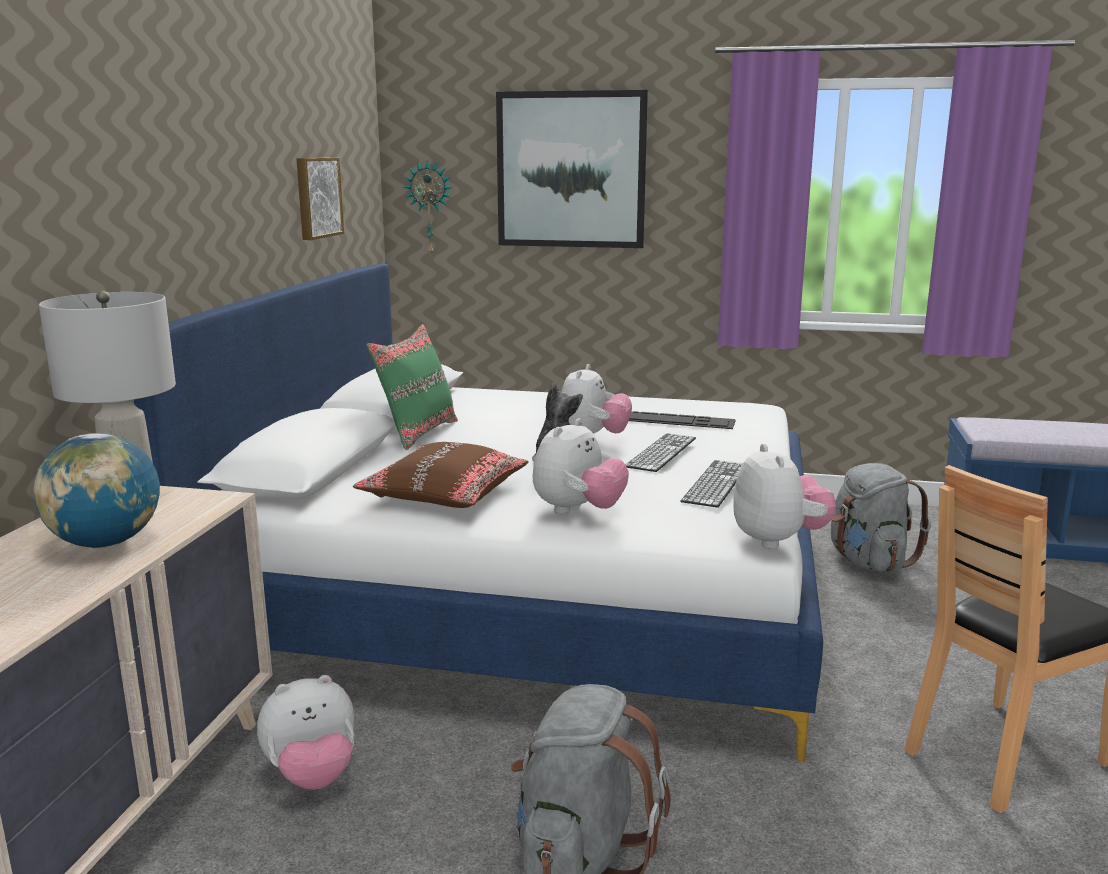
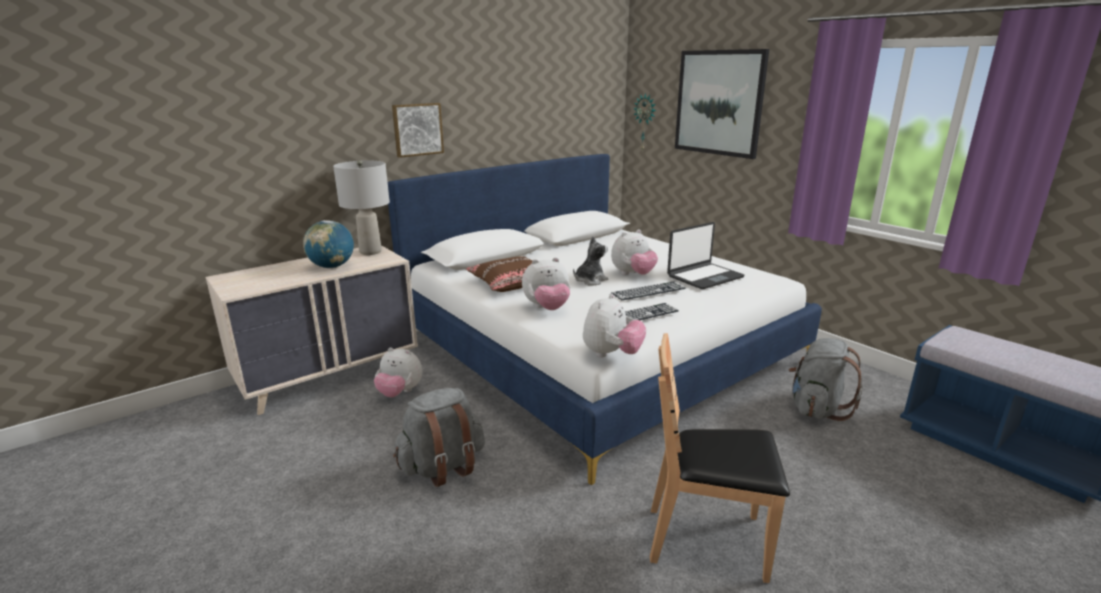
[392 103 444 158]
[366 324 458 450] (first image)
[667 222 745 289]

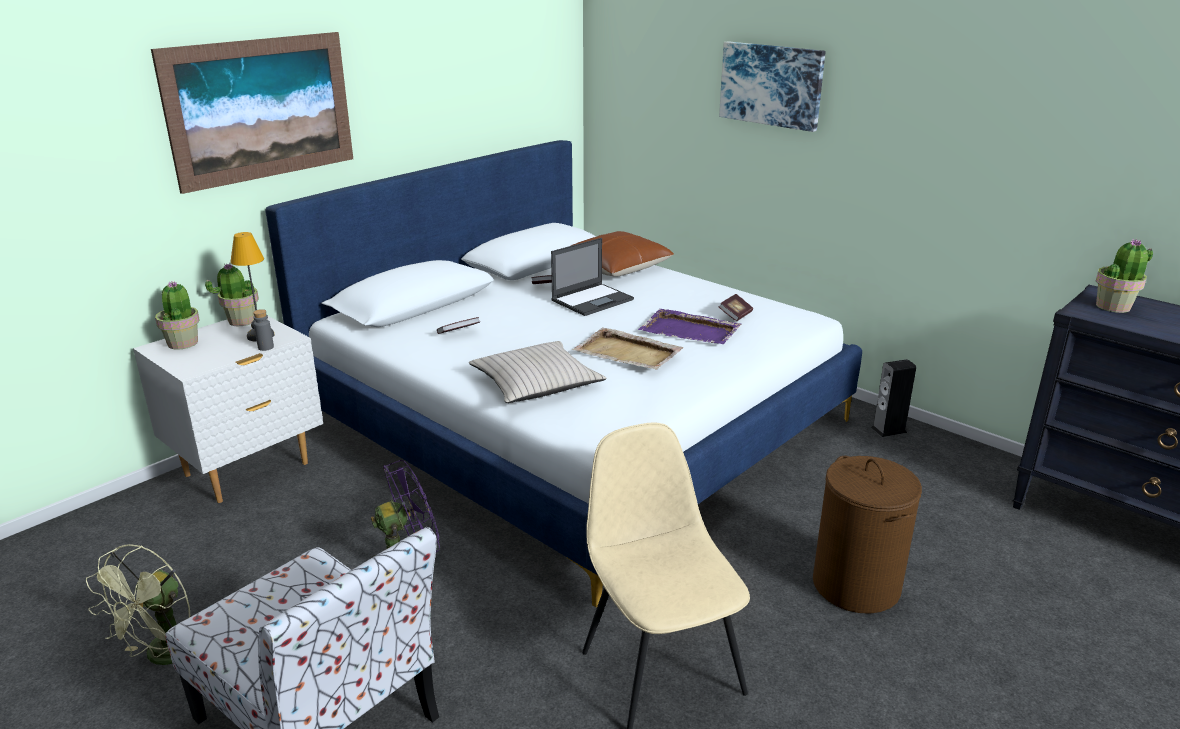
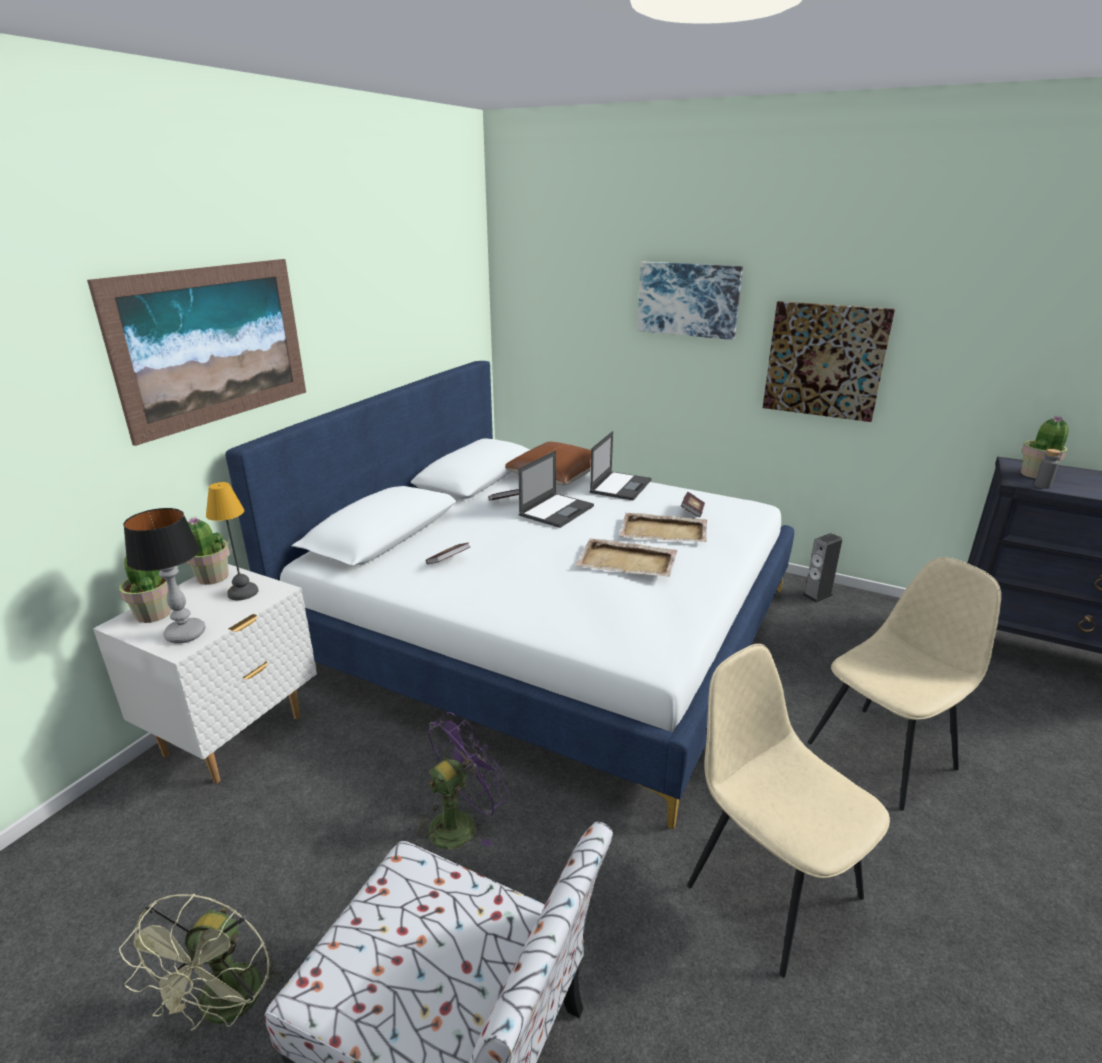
[1034 449 1061 489]
[469 341 607 403] (first image)
[619 513 707 542]
[808 557 1001 810]
[123 508 206 644]
[590 431 651 501]
[763 301 895 422]

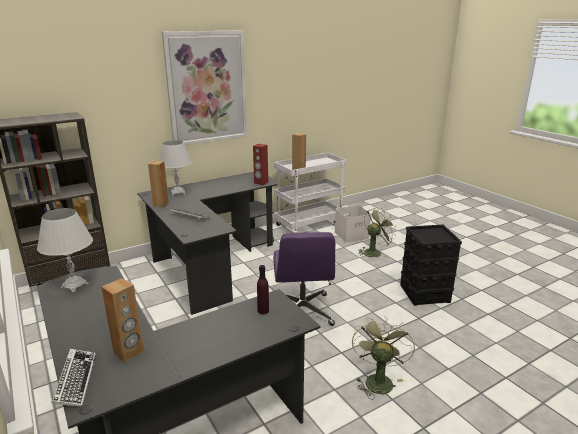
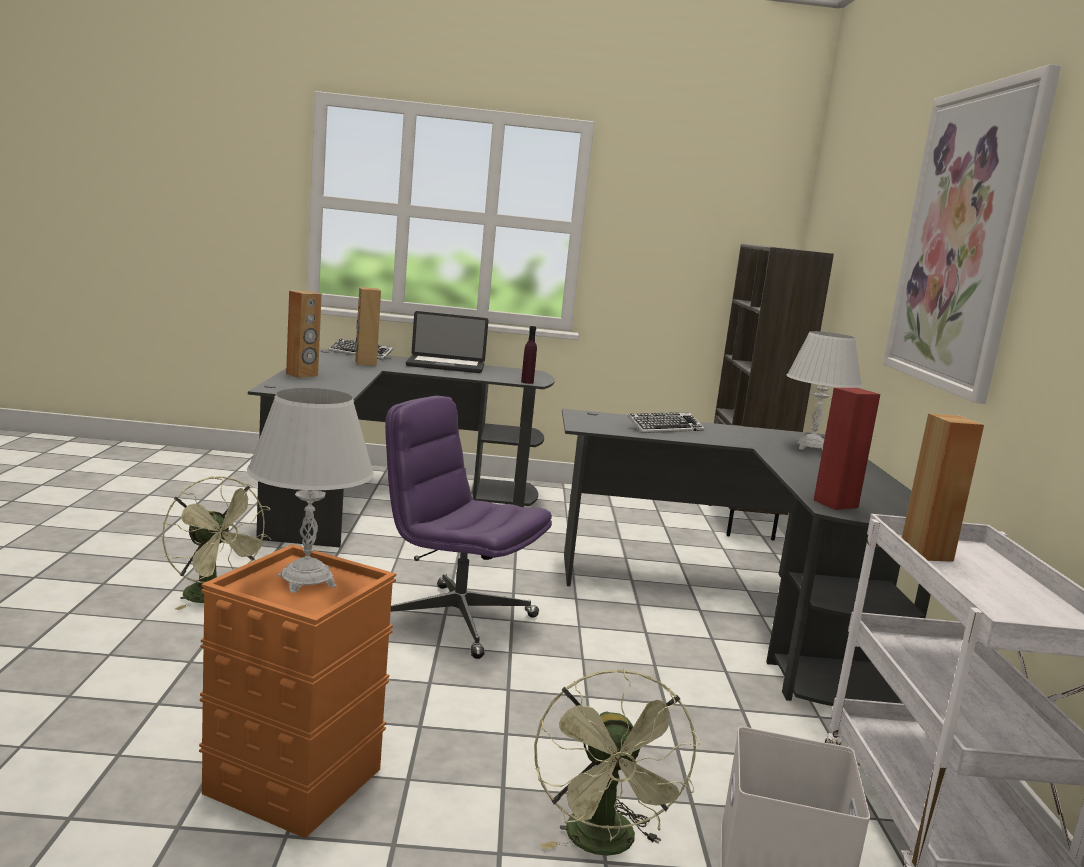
[247 388 374 593]
[286 291 322 378]
[521 326 537 384]
[199 544 396 838]
[406 311 488 373]

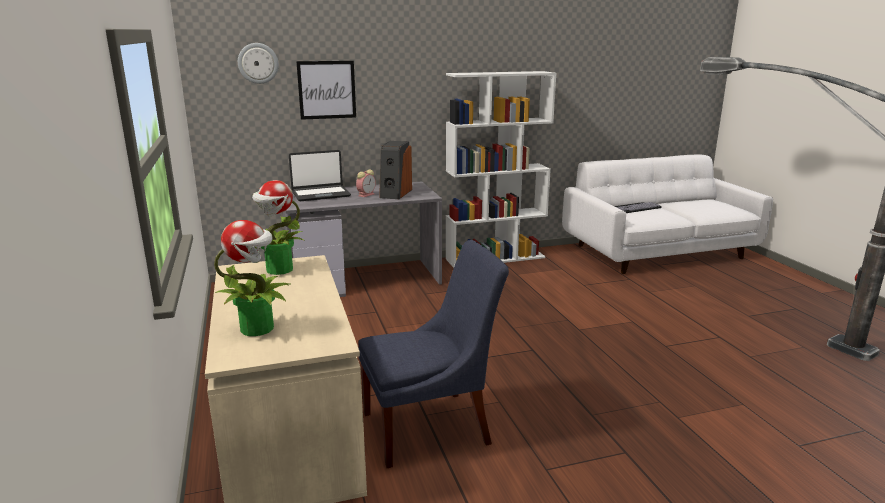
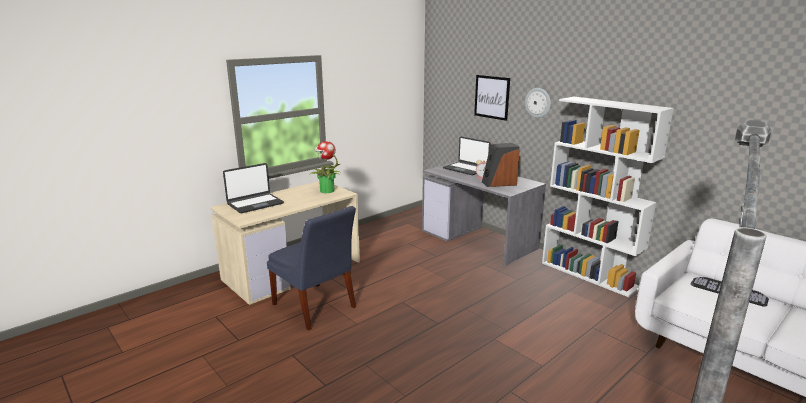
[223 163 284 213]
[525 88 551 118]

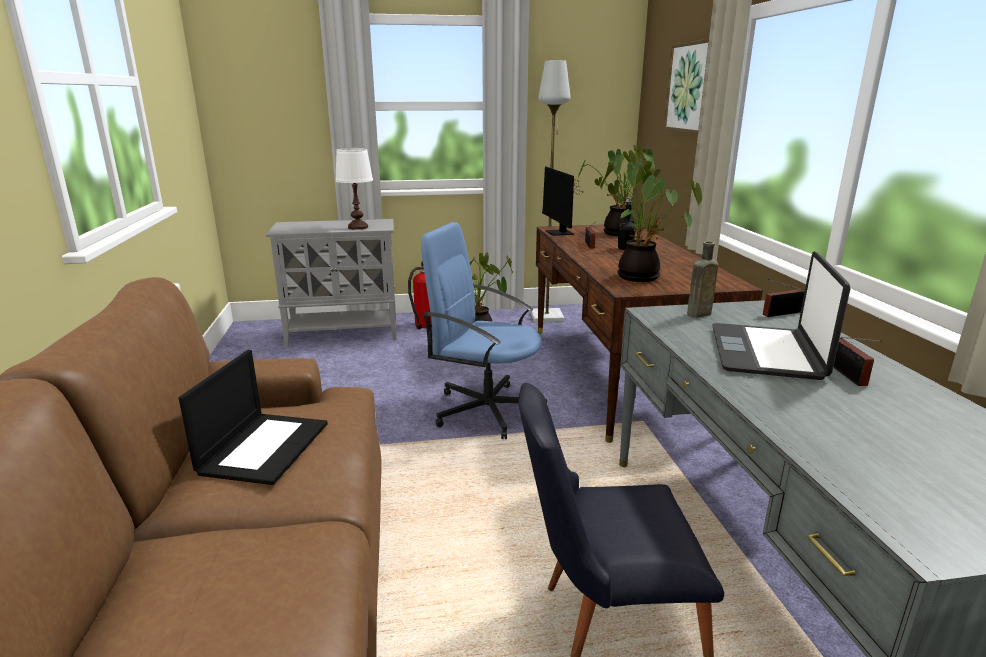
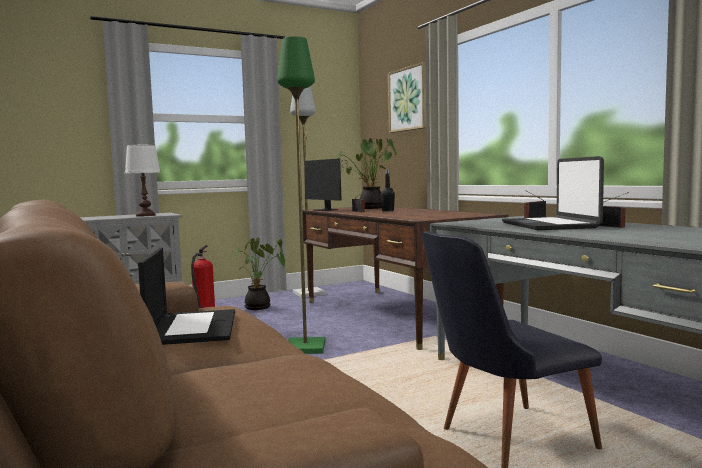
[277 36 326 354]
[600 159 702 282] (first image)
[687 241 718 318] (first image)

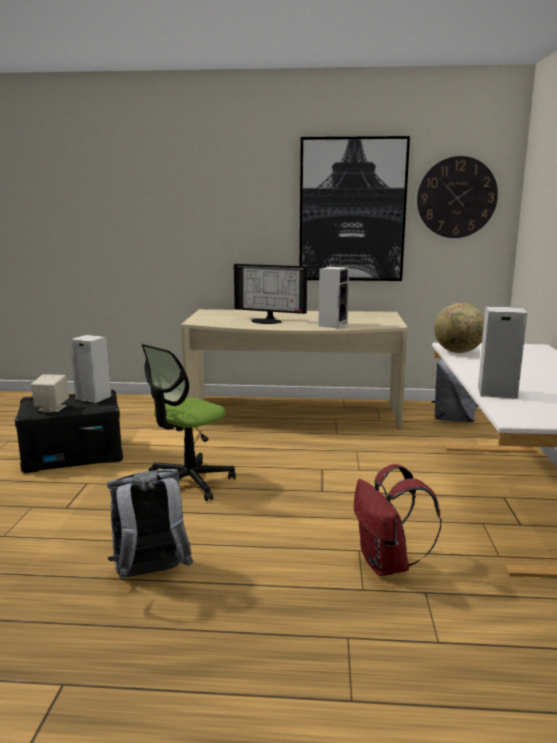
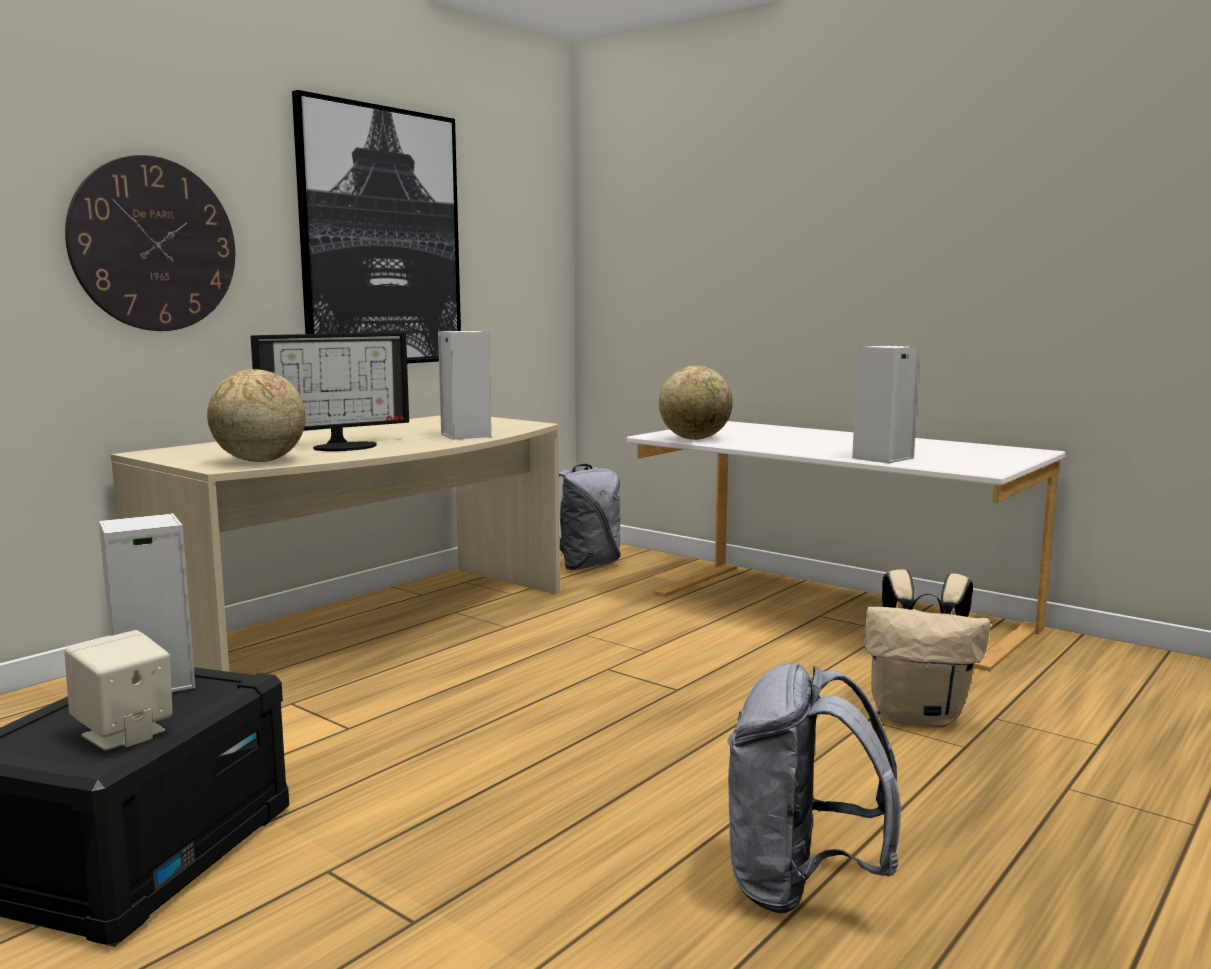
[141 344 236 501] (first image)
[864 569 990 728]
[65 155 235 331]
[207 369 306 462]

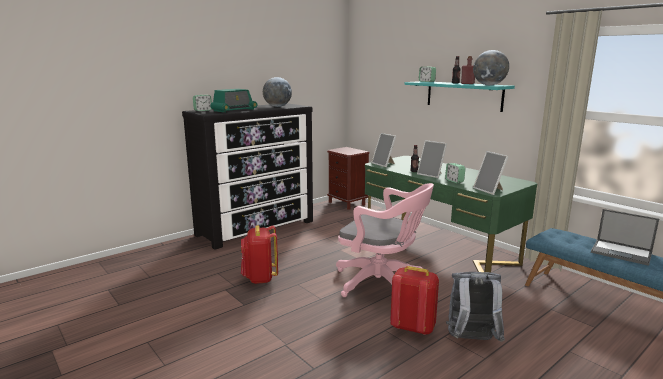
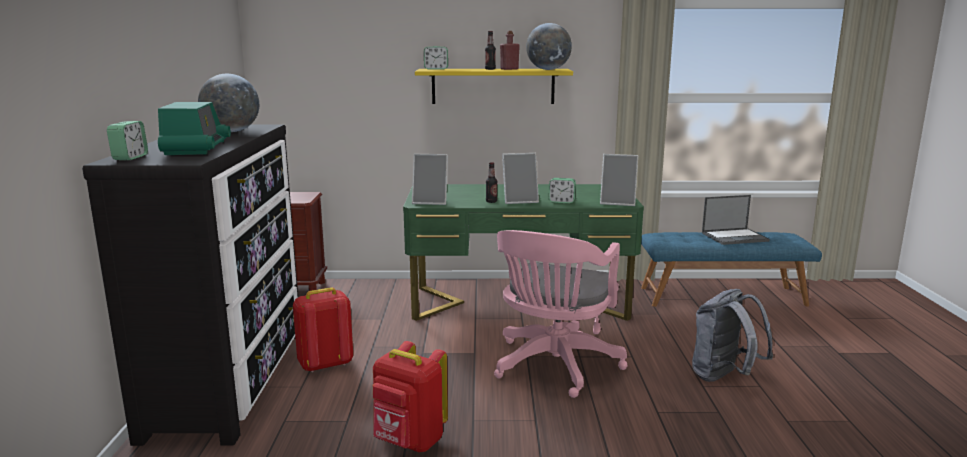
[494 230 628 398]
[293 287 353 372]
[415 69 573 104]

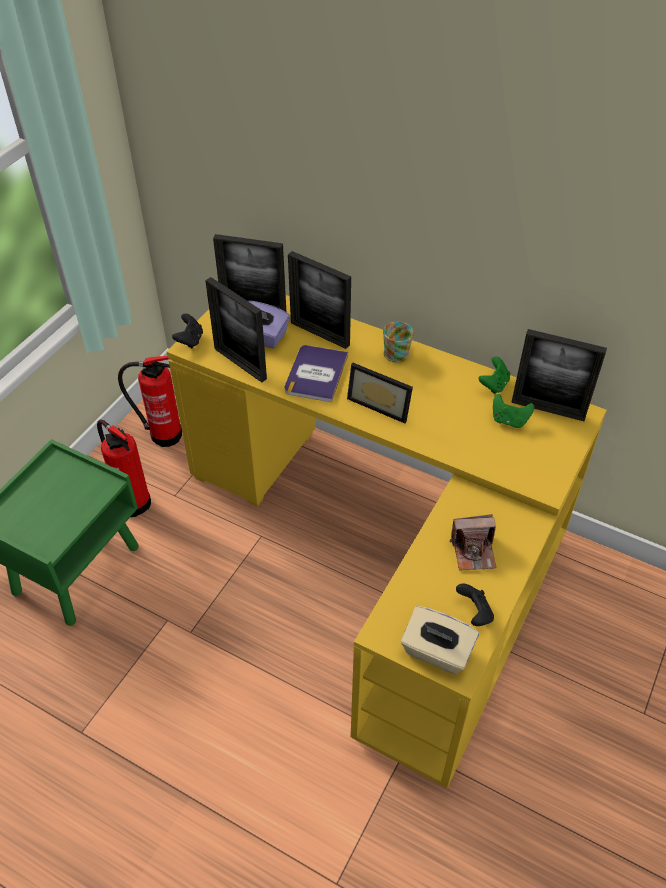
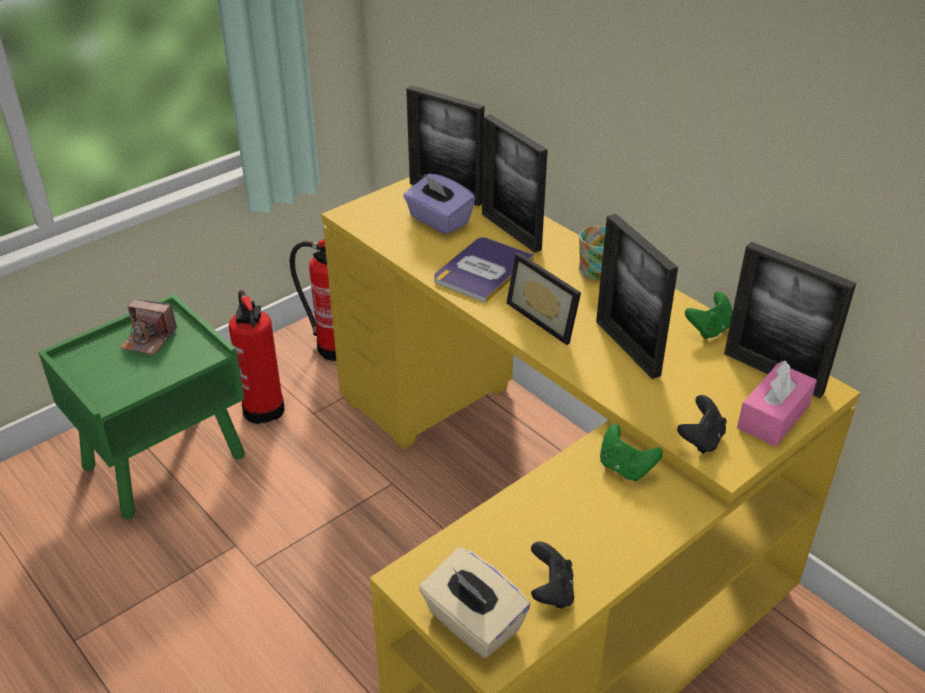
[677 395 727 454]
[596 214 678 379]
[120 299 177 355]
[600 424 663 482]
[737 361 817 447]

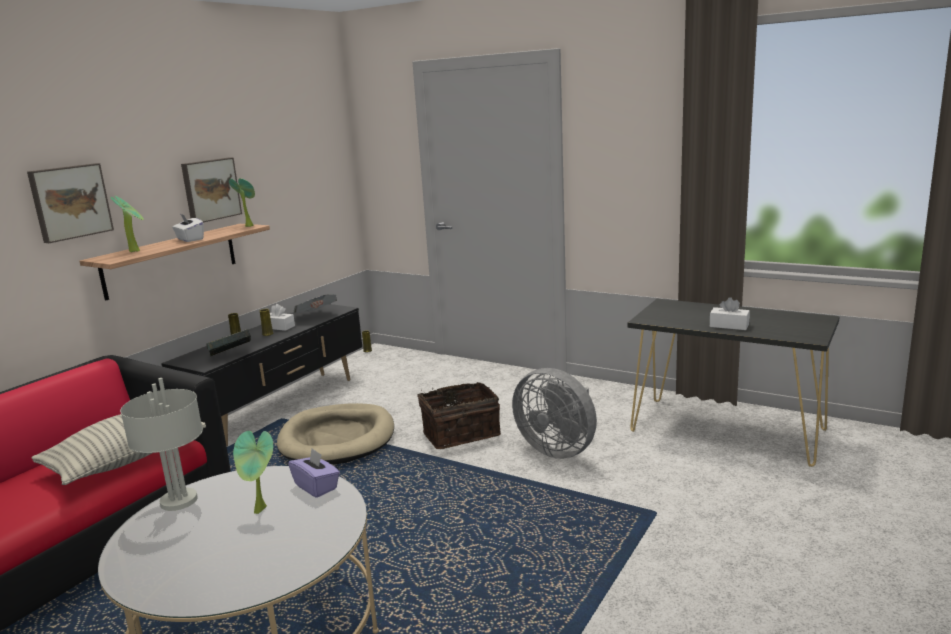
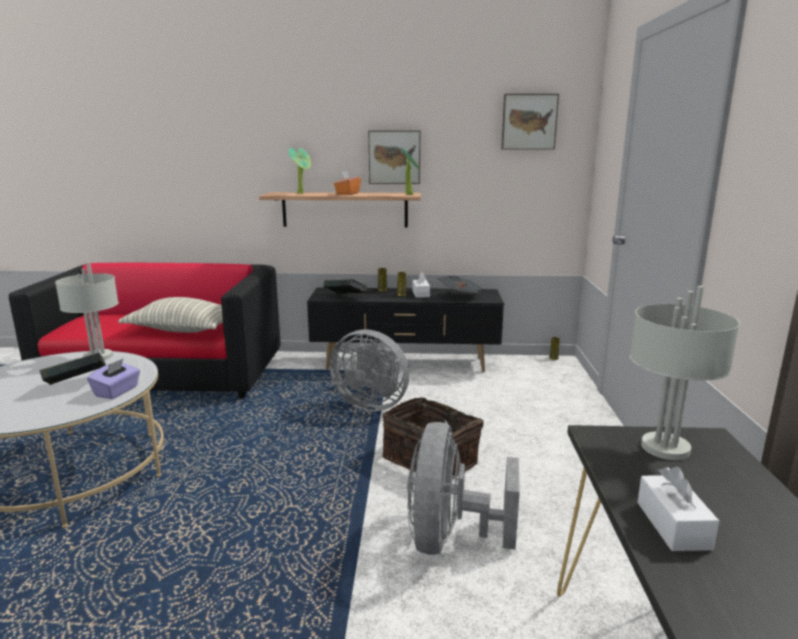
[501 94 559 150]
[334 171 361 195]
[39 352 106 385]
[330 329 409 412]
[630 286 740 460]

